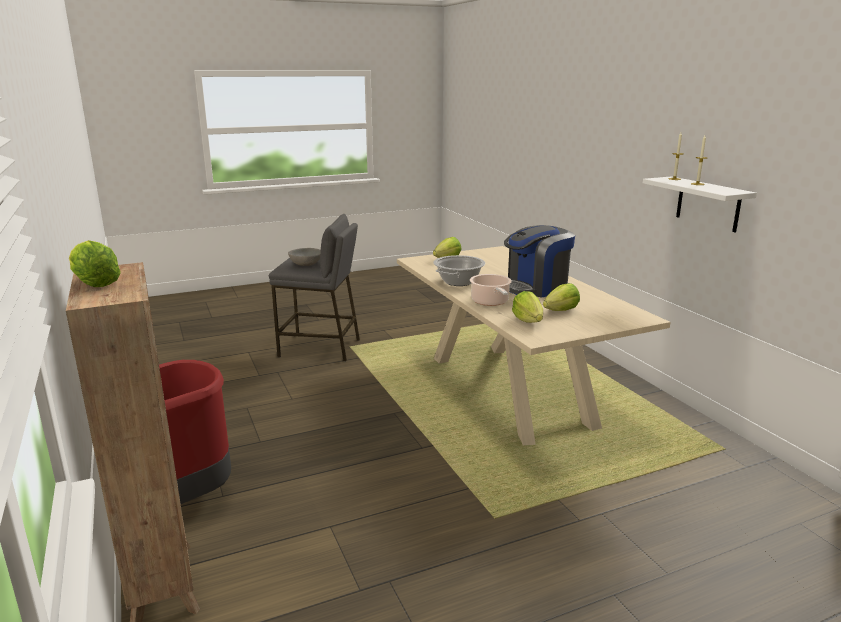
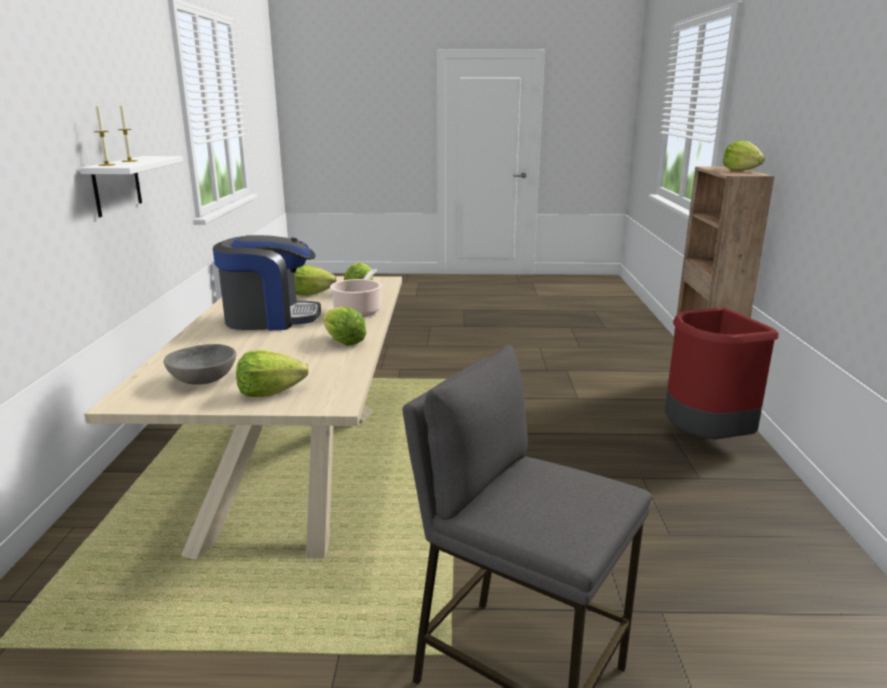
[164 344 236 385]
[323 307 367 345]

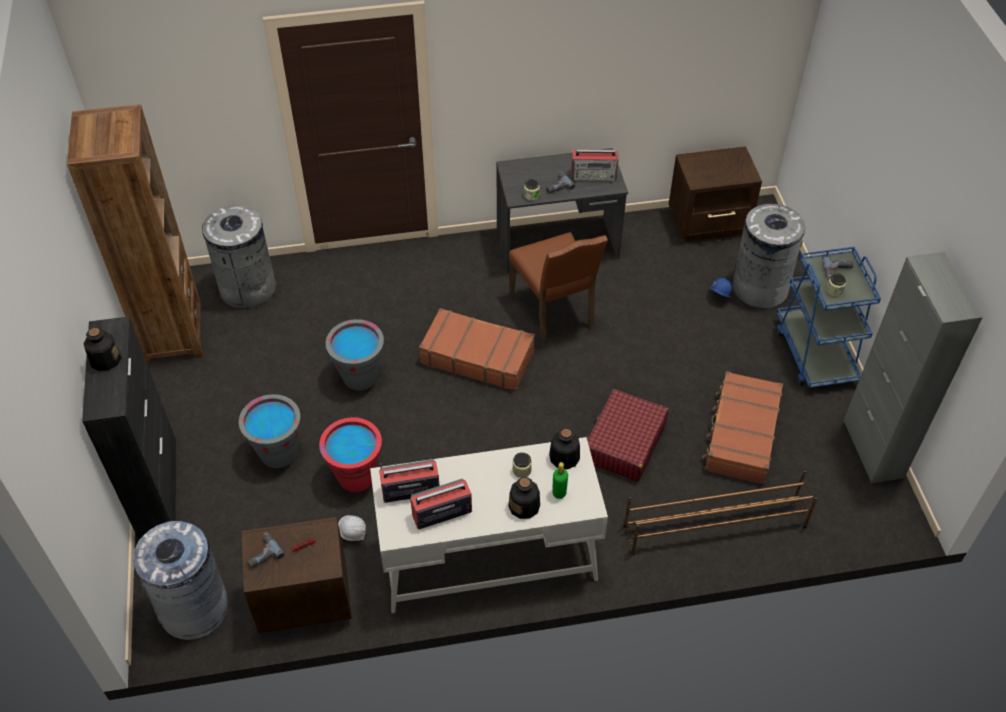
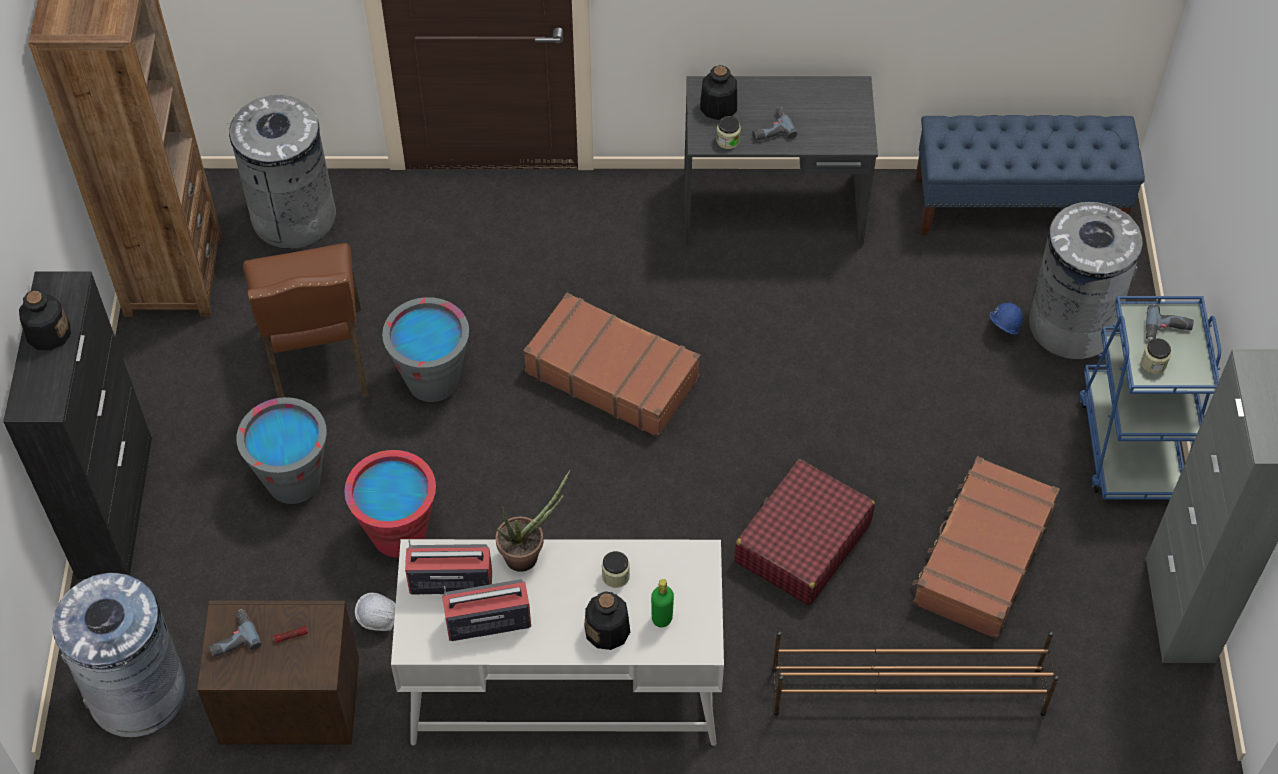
[243 243 369 398]
[700 65 737 120]
[571 150 619 181] (first image)
[915 115 1145 235]
[496 470 570 572]

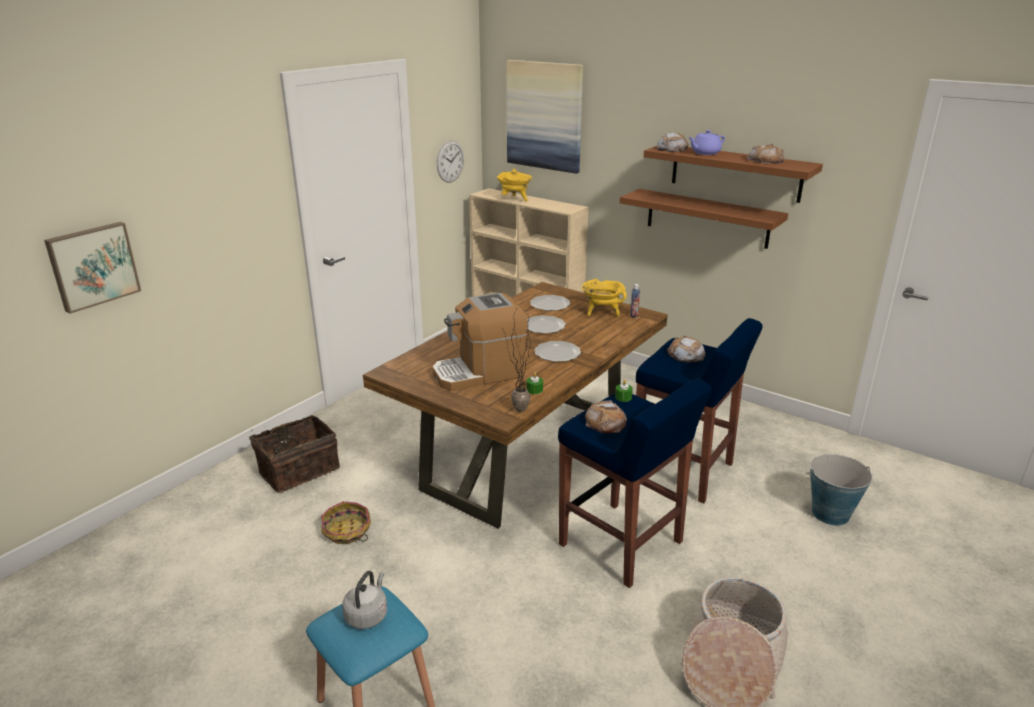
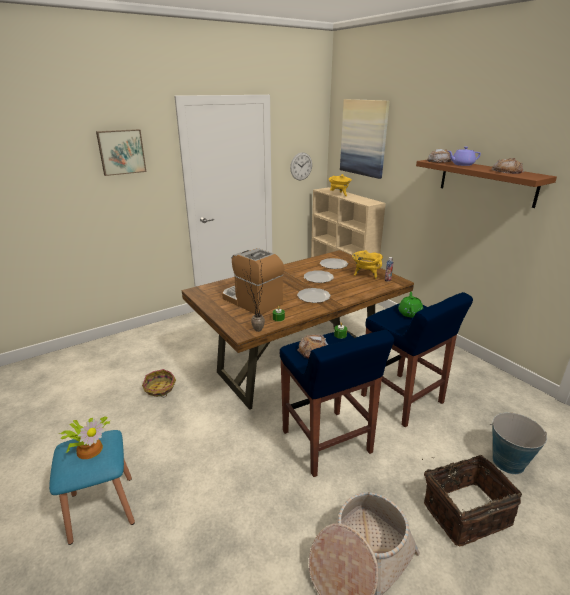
[96 129 147 176]
[422 455 522 546]
[59 416 110 459]
[222 248 284 315]
[620 189 788 249] (first image)
[398 292 423 318]

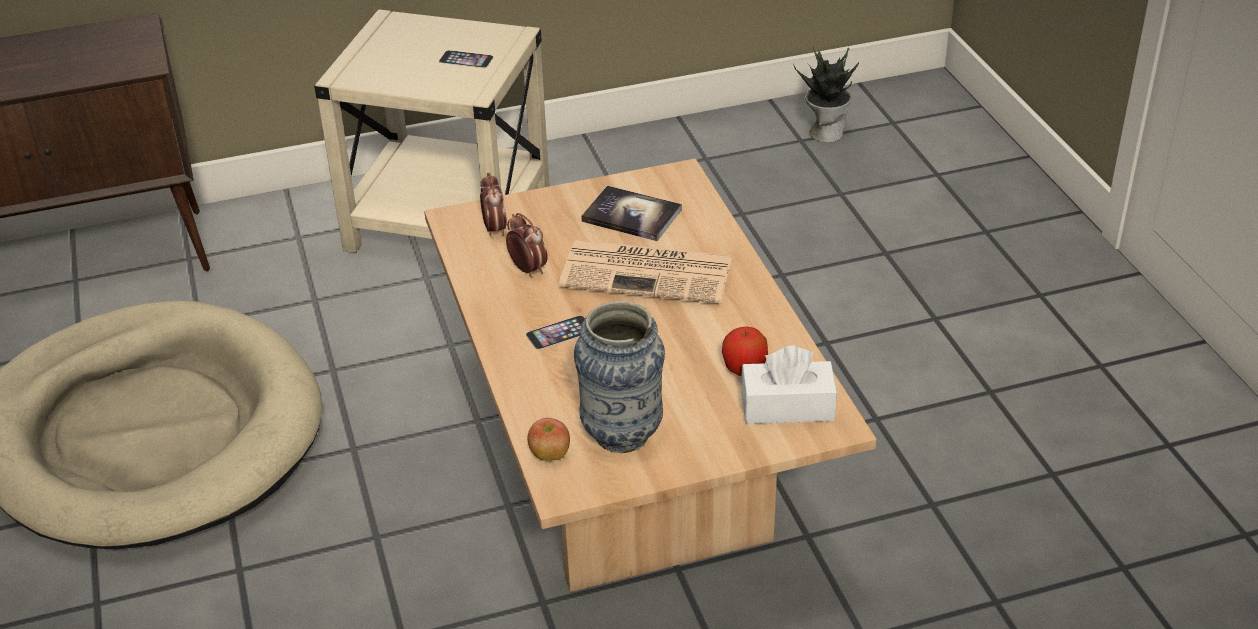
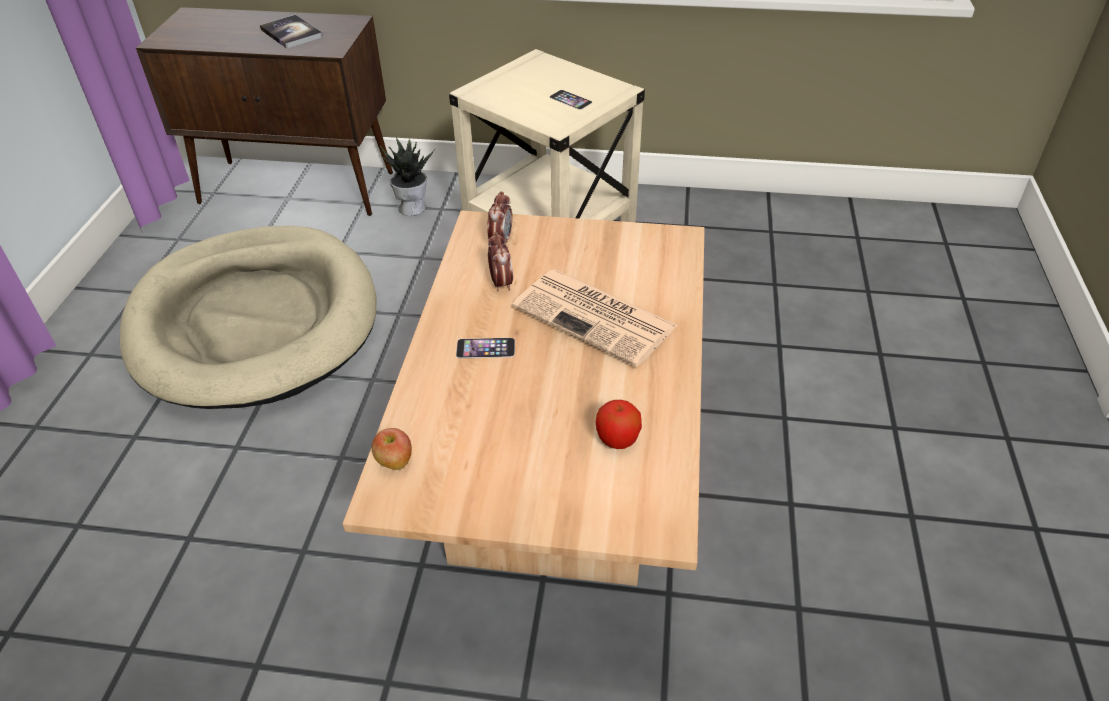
[574 301 665 453] (first image)
[260 15 323 49]
[741 346 837 424] (first image)
[380 136 435 216]

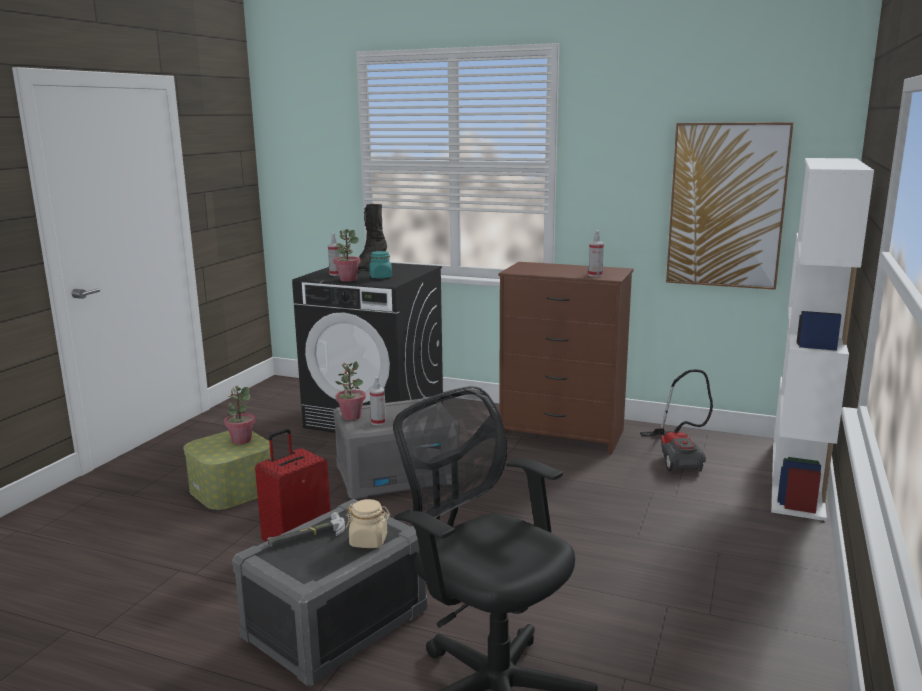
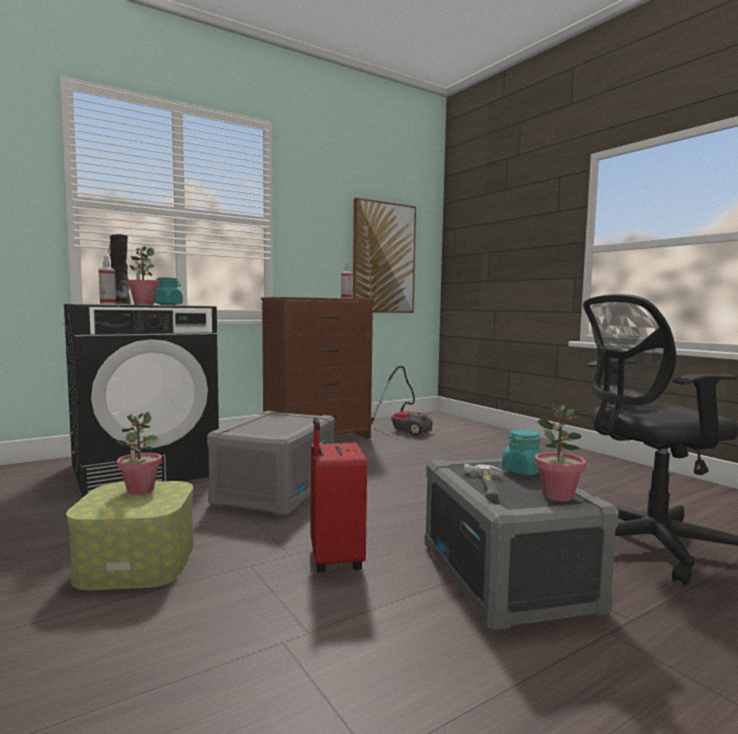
[535 404 586 501]
[502 429 543 475]
[370 377 386 425] (first image)
[771 158 874 521] (first image)

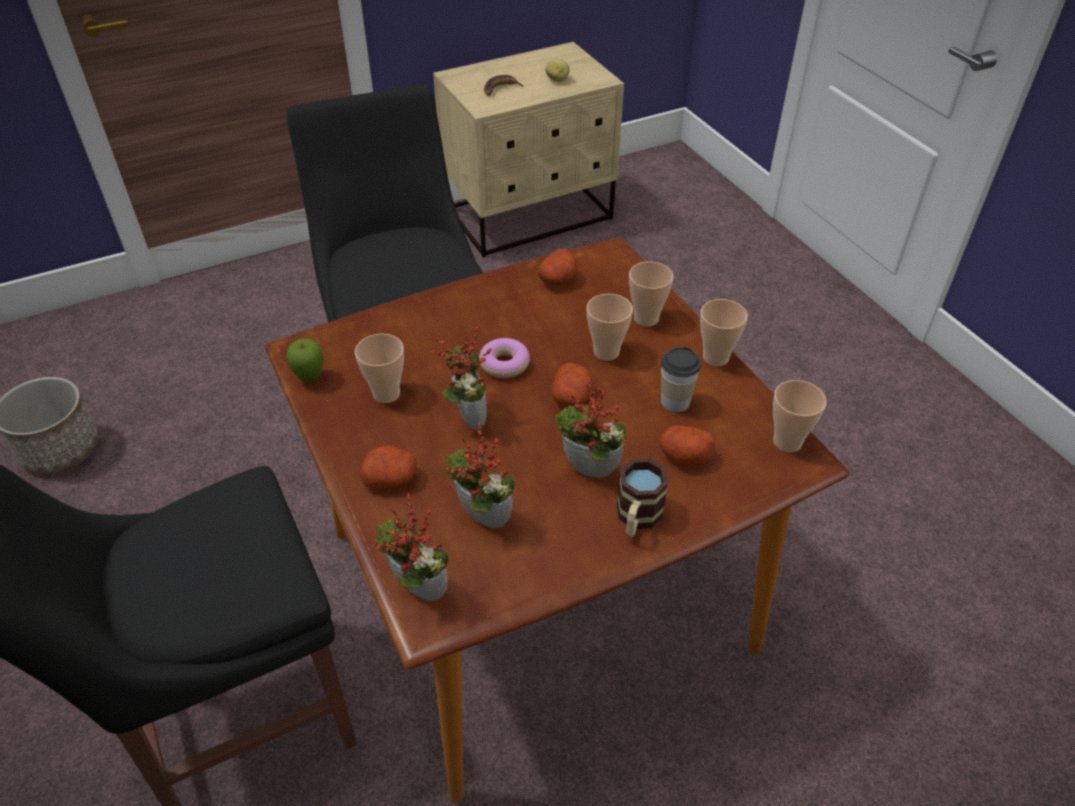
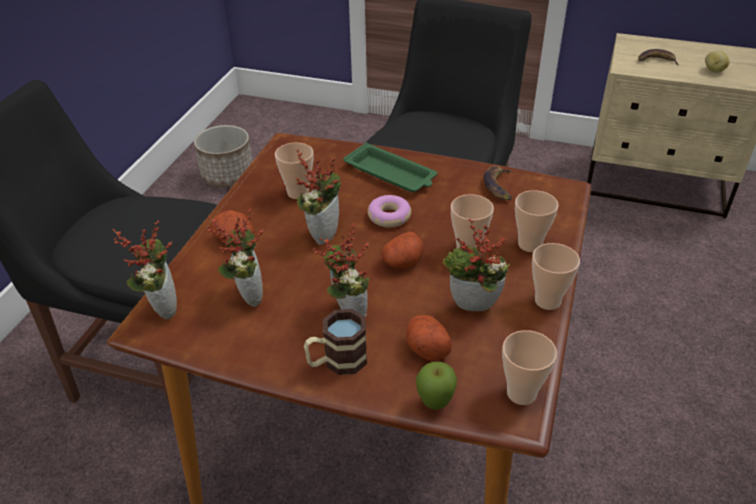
[416 362 457 410]
[484 166 512 200]
[442 219 510 311]
[343 142 437 192]

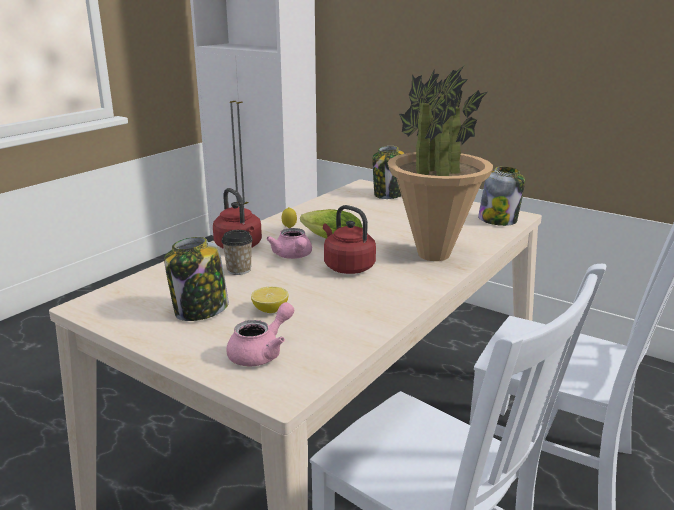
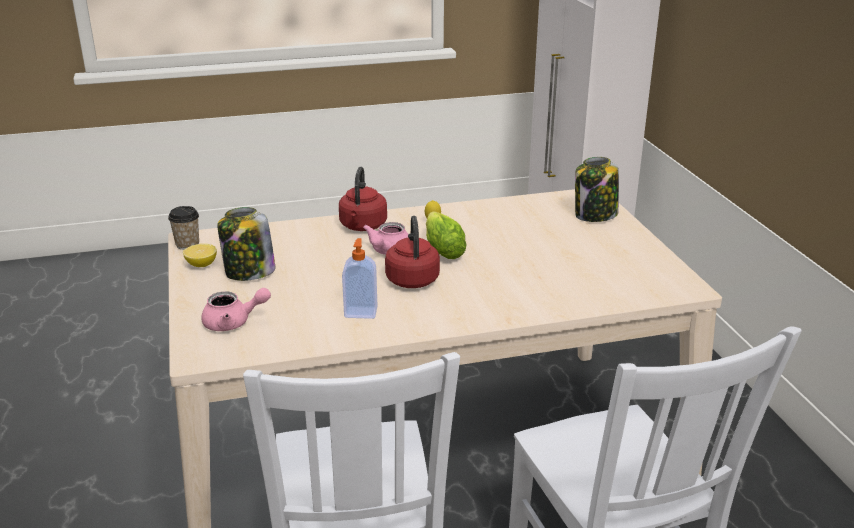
[168 206 199 250]
[183 244 217 267]
[387 66 493 261] (first image)
[478 167 525 226] (first image)
[342 238 377 319]

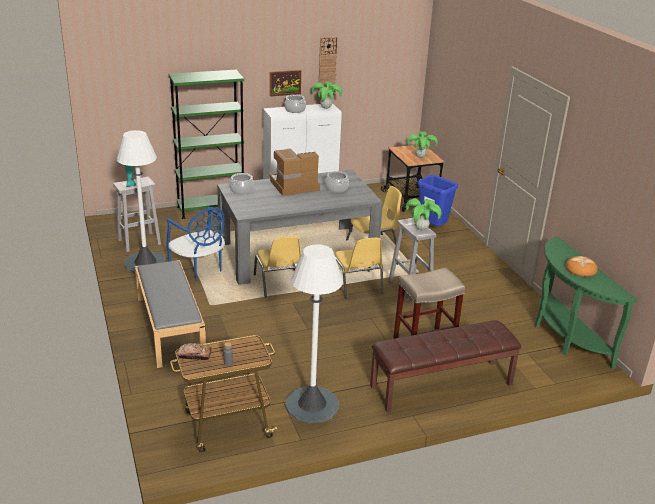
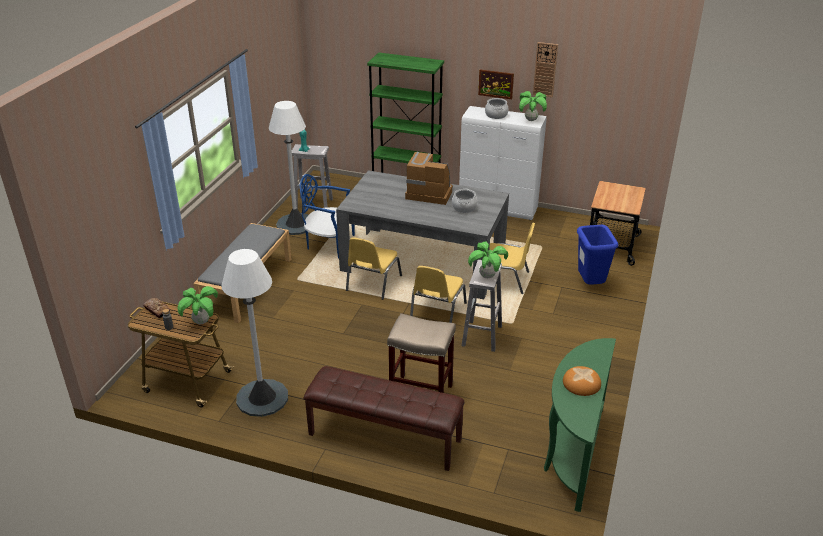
[300 174 355 259]
[230 173 254 195] (first image)
[178 286 218 324]

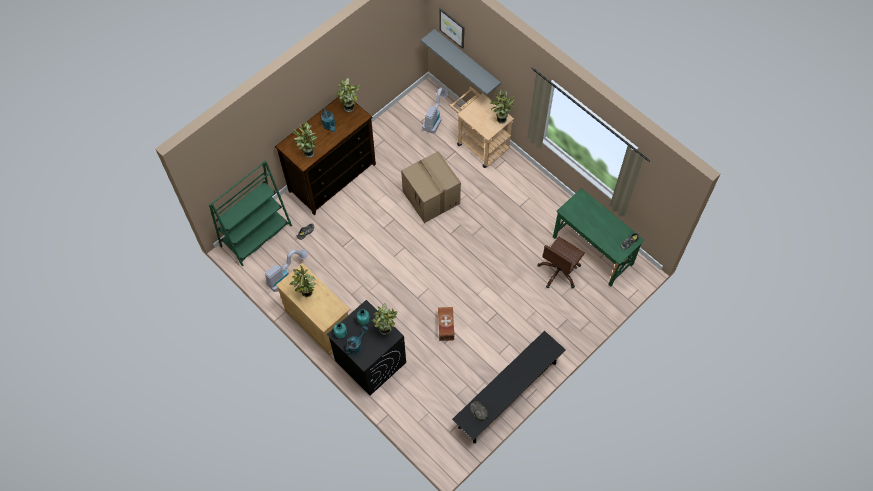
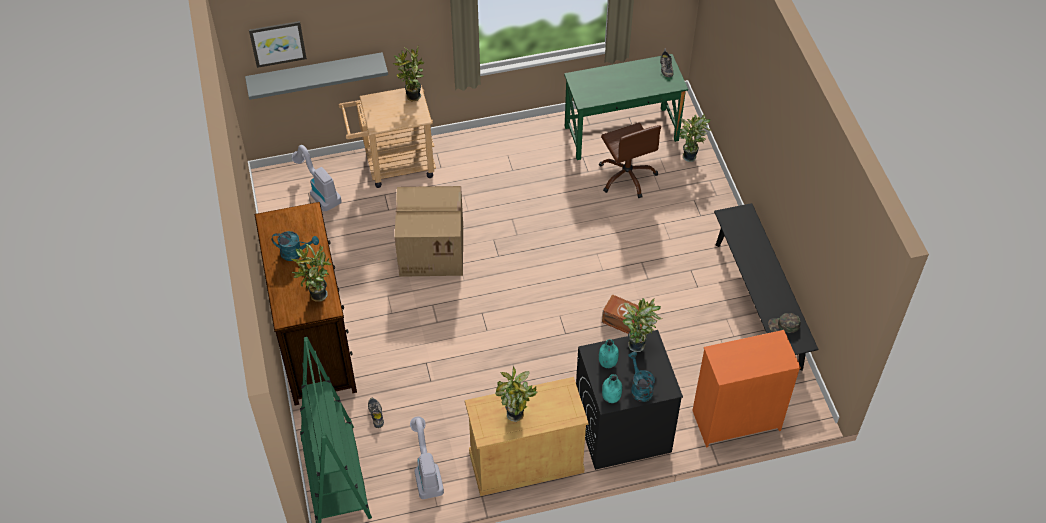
[679 114 712 162]
[692 330 801 448]

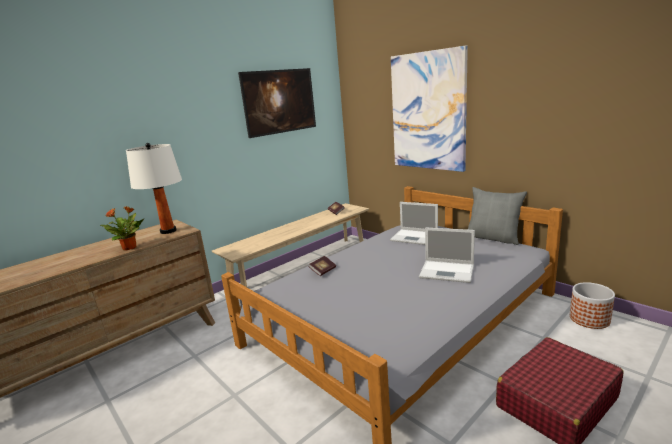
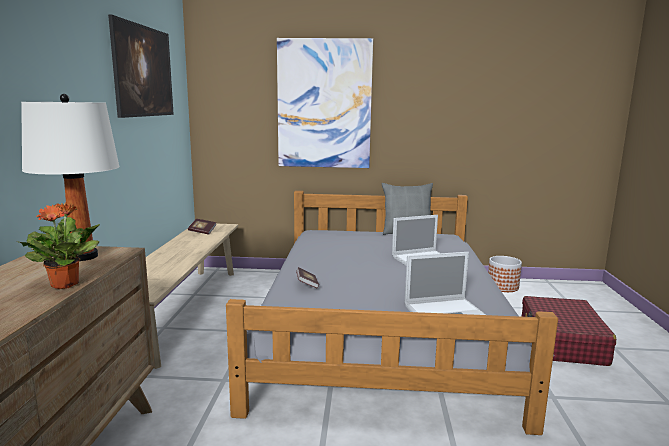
[405 252 486 315]

